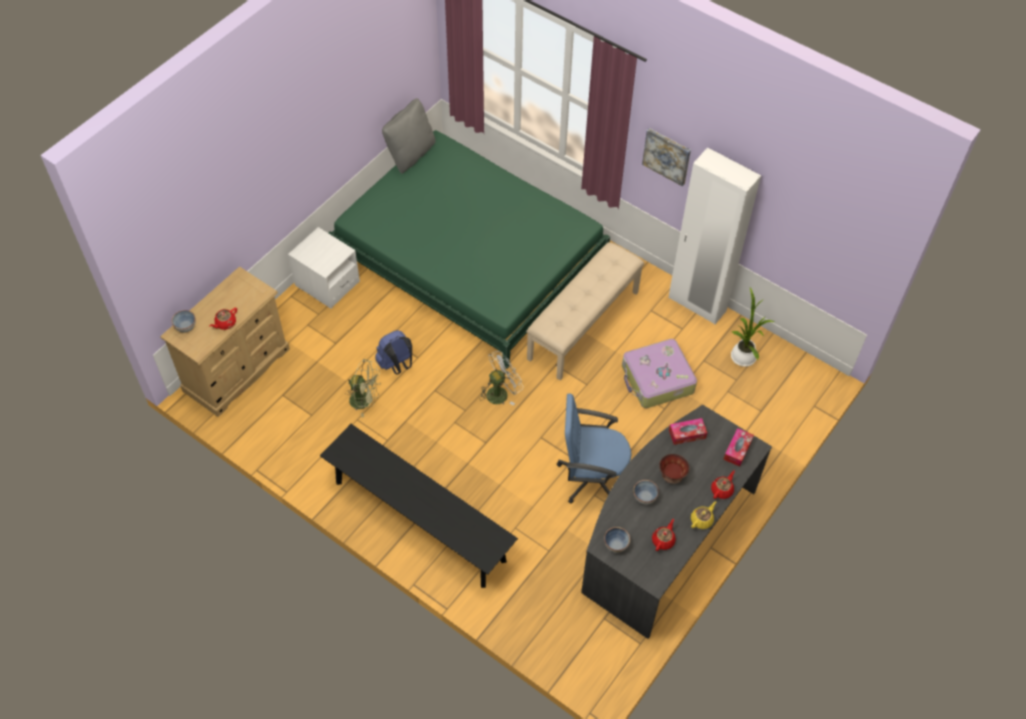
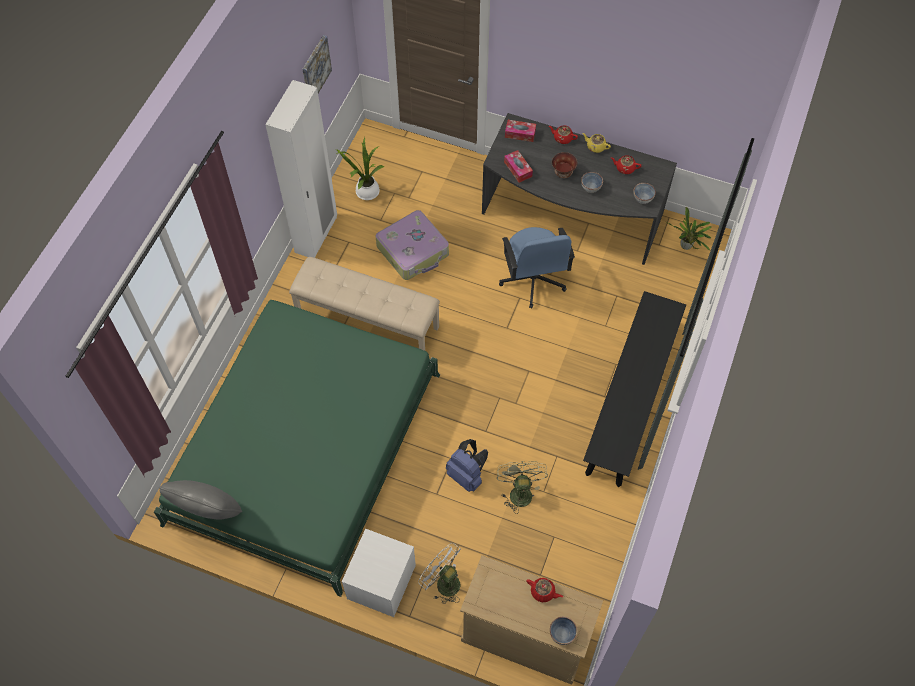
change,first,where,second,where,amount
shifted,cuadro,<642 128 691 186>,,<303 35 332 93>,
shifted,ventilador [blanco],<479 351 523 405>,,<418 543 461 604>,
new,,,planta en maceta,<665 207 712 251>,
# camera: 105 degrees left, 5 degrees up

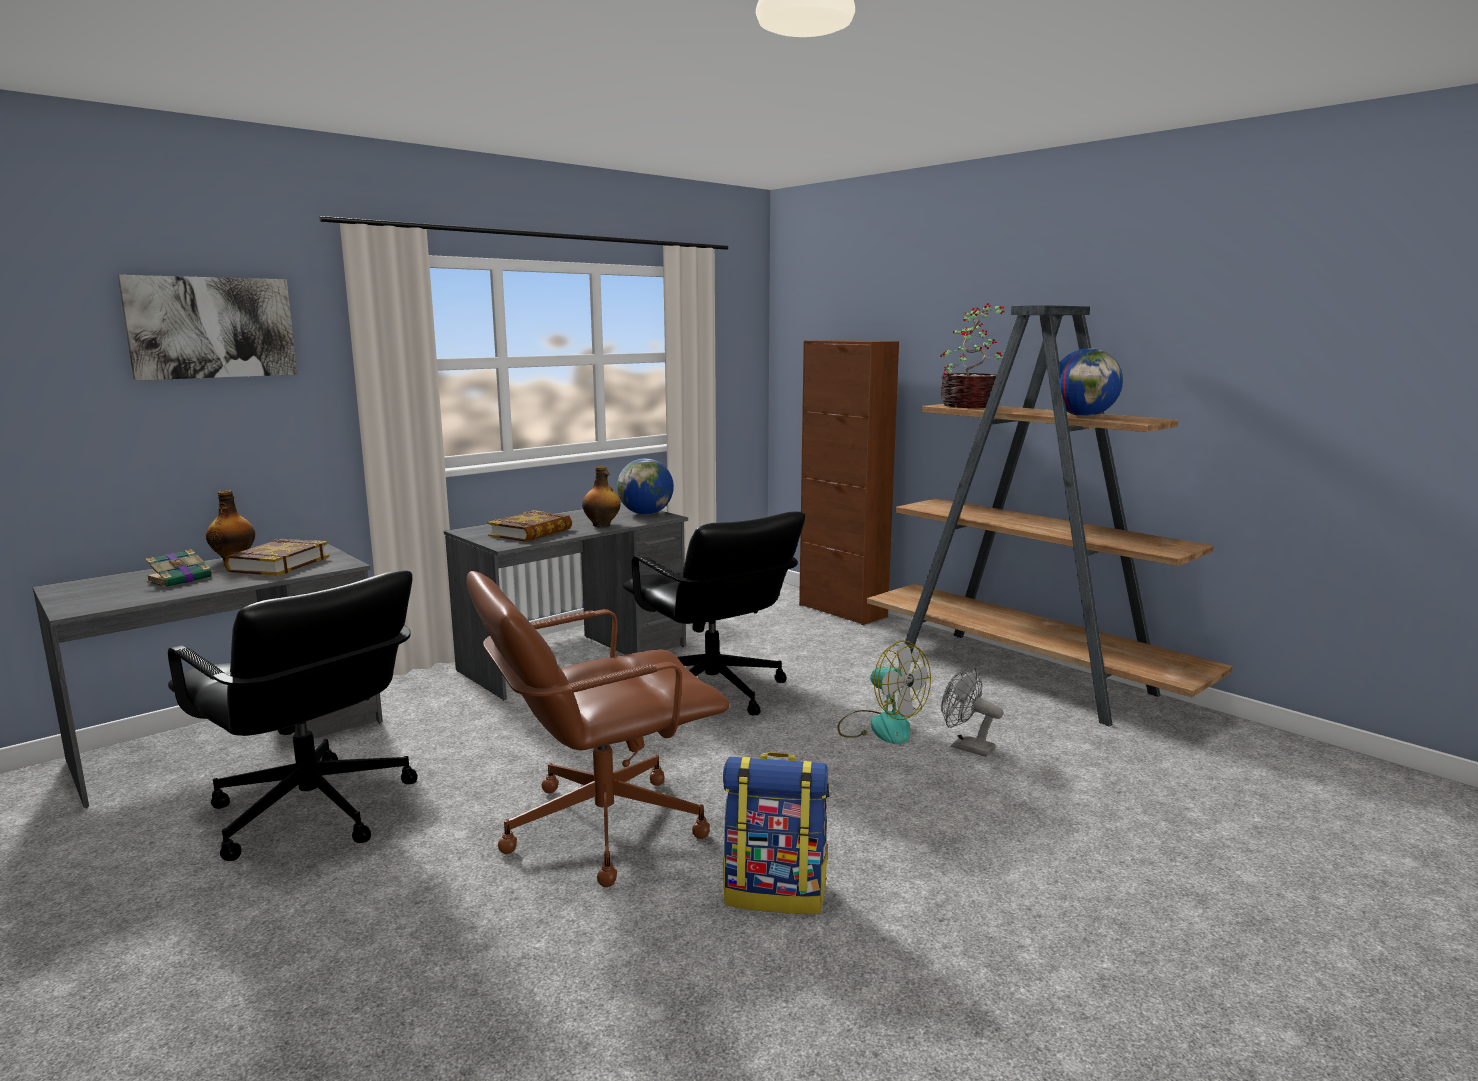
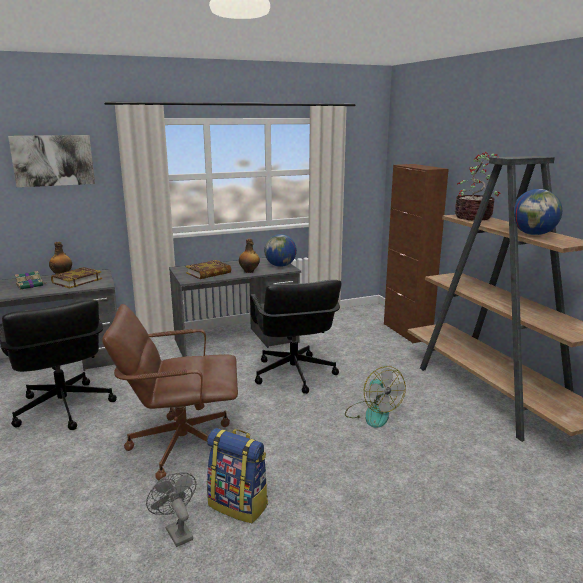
change,first,where,second,where,amount
shifted,ventilador [gris],<941 667 1003 757>,,<146 472 196 547>,
# camera: 20 degrees right, 5 degrees up

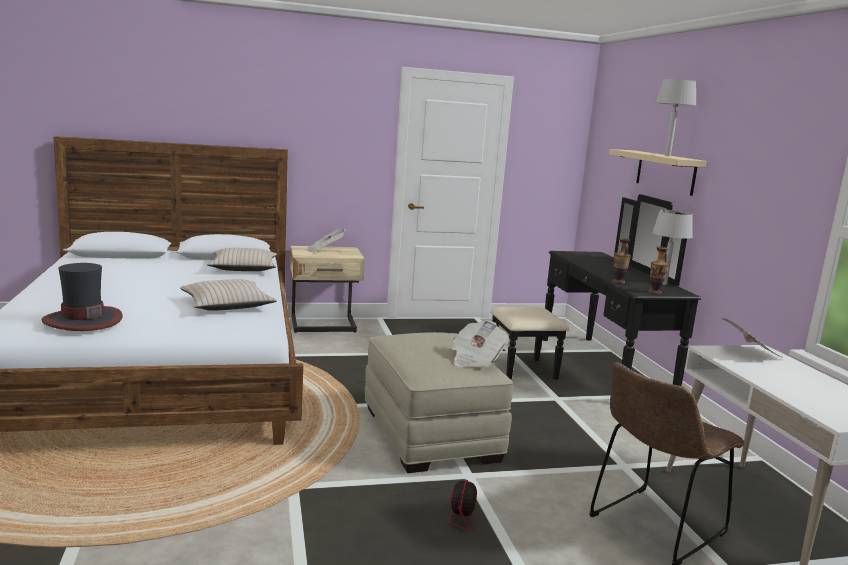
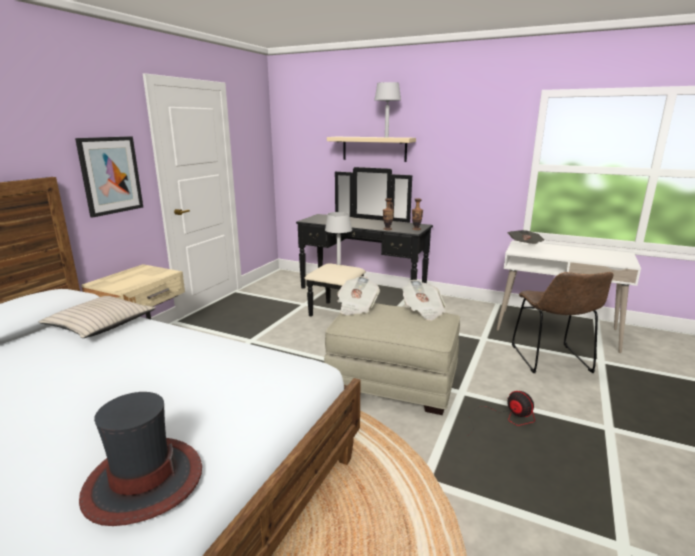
change,first,where,second,where,amount
new,,,cuadro,<75 136 143 218>,
shifted,lámpara de mesa [gris],<652 210 693 285>,,<325 212 352 265>,
shifted,periódico,<304 229 346 252>,,<337 276 380 315>,
gone,cojín [beis],<180 279 277 311>,,,
# camera: 50 degrees left, 5 degrees up

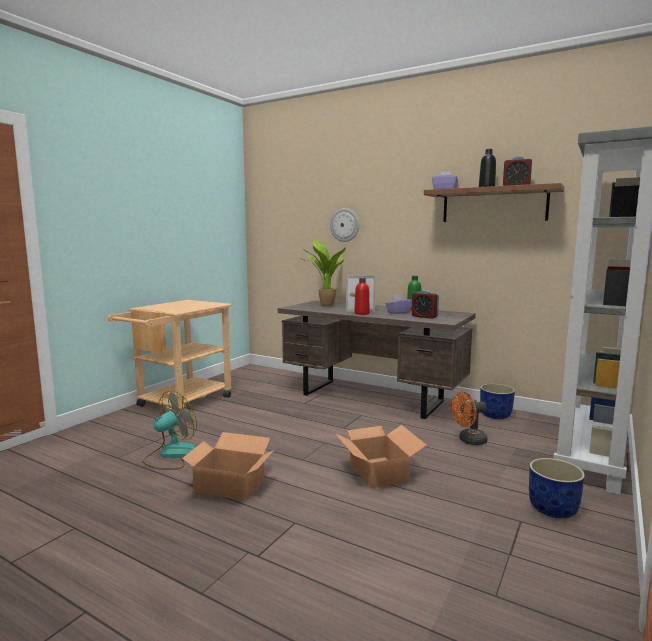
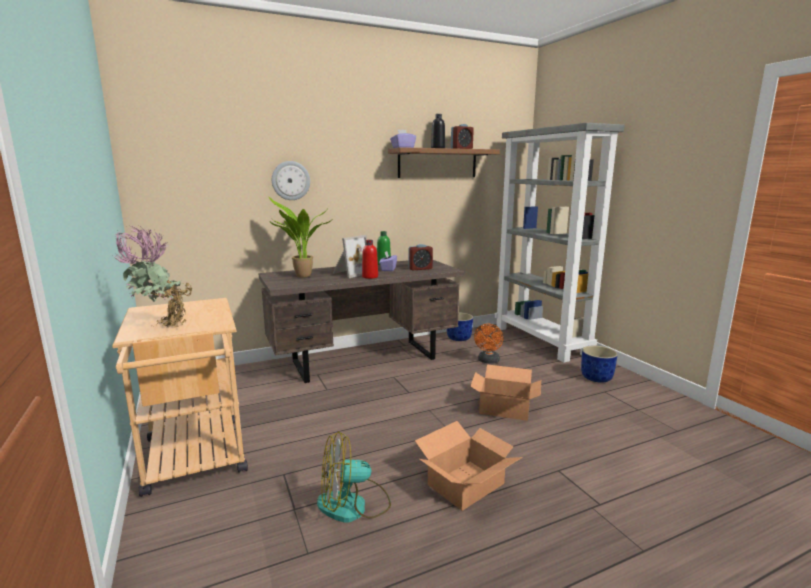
change,first,where,second,where,amount
new,,,planta en maceta,<112 225 192 328>,
rotated,ventilador,<142 391 197 470>,,<317 432 391 523>,90 degrees counterclockwise
# camera: 55 degrees left, 5 degrees up

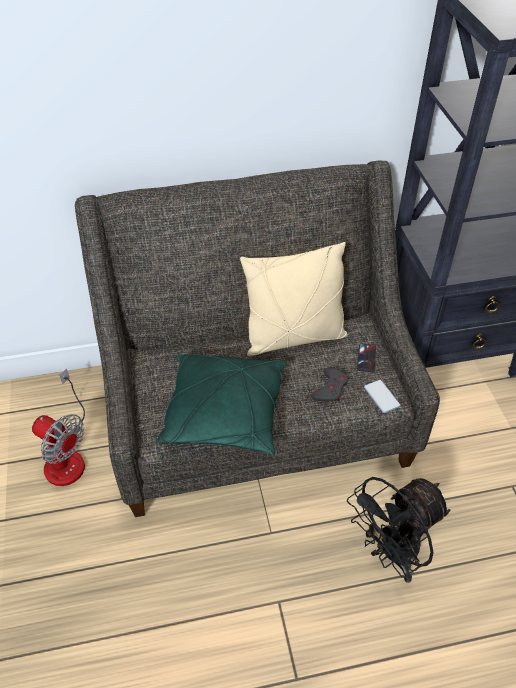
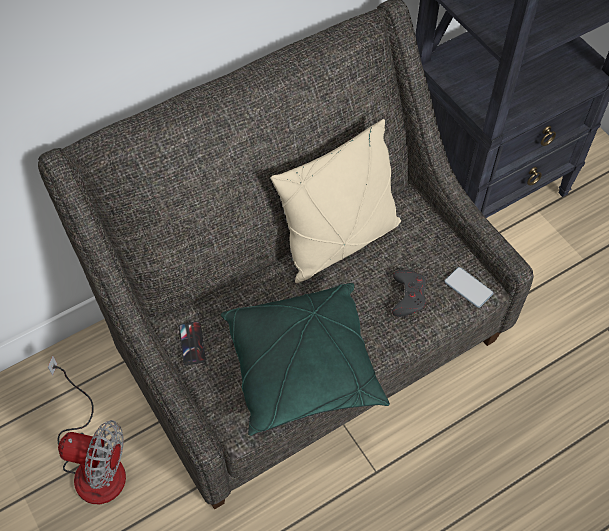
change,first,where,second,where,amount
shifted,móvil,<357 343 376 372>,,<179 321 206 365>,
gone,ventilador [negro],<347 477 451 583>,,,
# camera: 20 degrees left, 10 degrees up

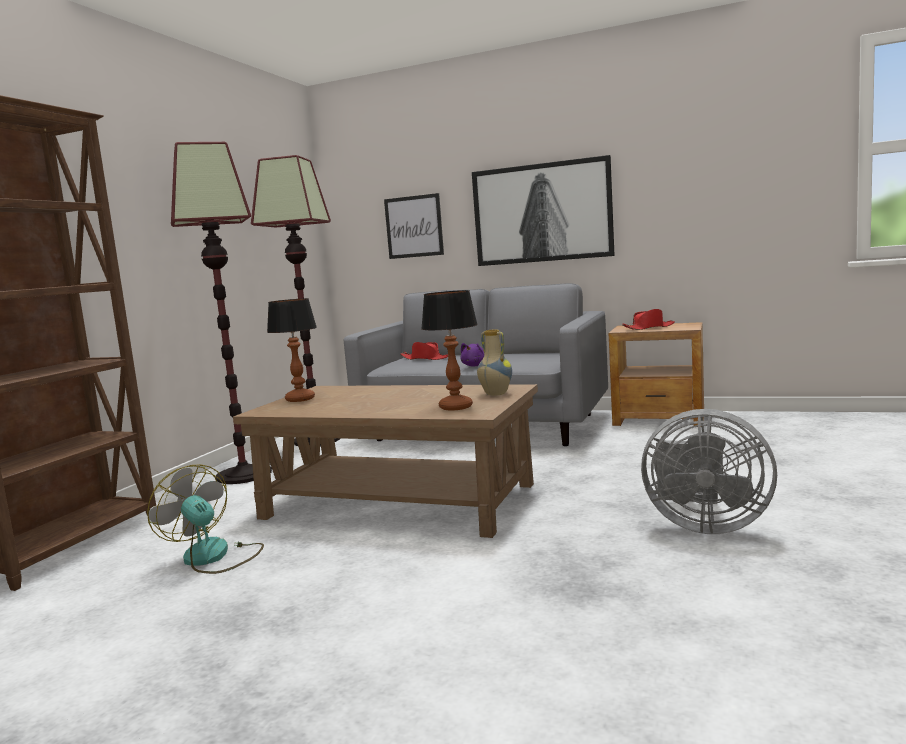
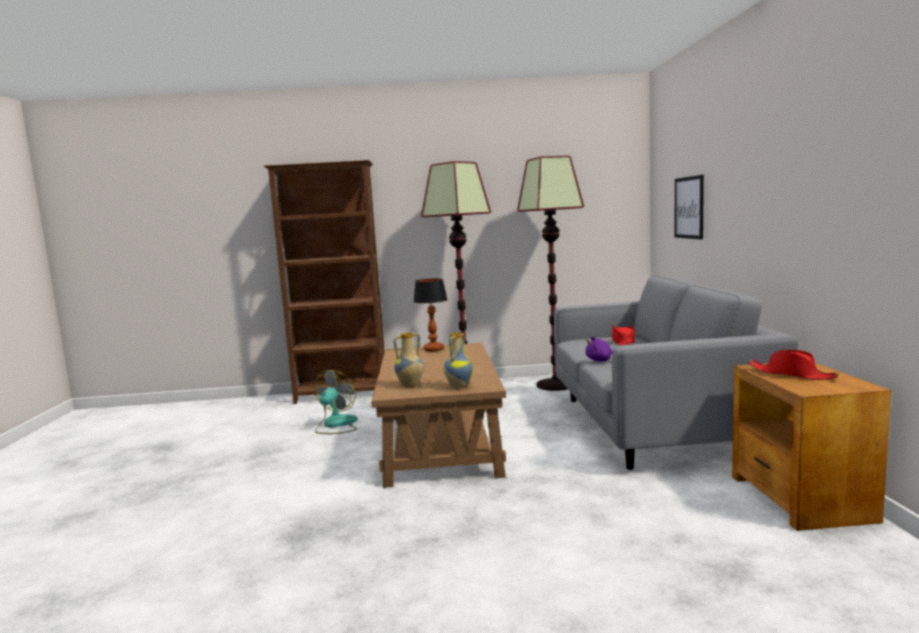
change,first,where,second,where,amount
swapped,lámpara de mesa,<421 290 478 410>,florero,<393 333 424 387>,
gone,cuadro,<472 155 615 266>,,,
gone,ventilador [gris],<641 409 777 534>,,,
# camera: 65 degrees right, 0 degrees up

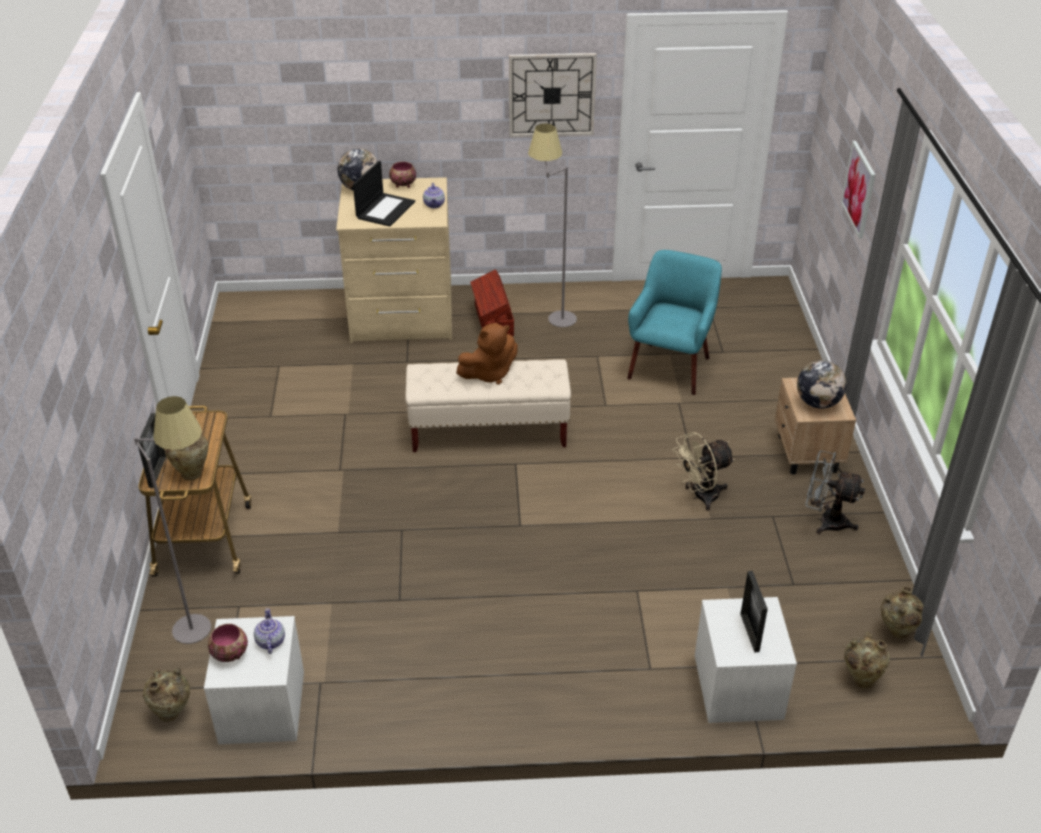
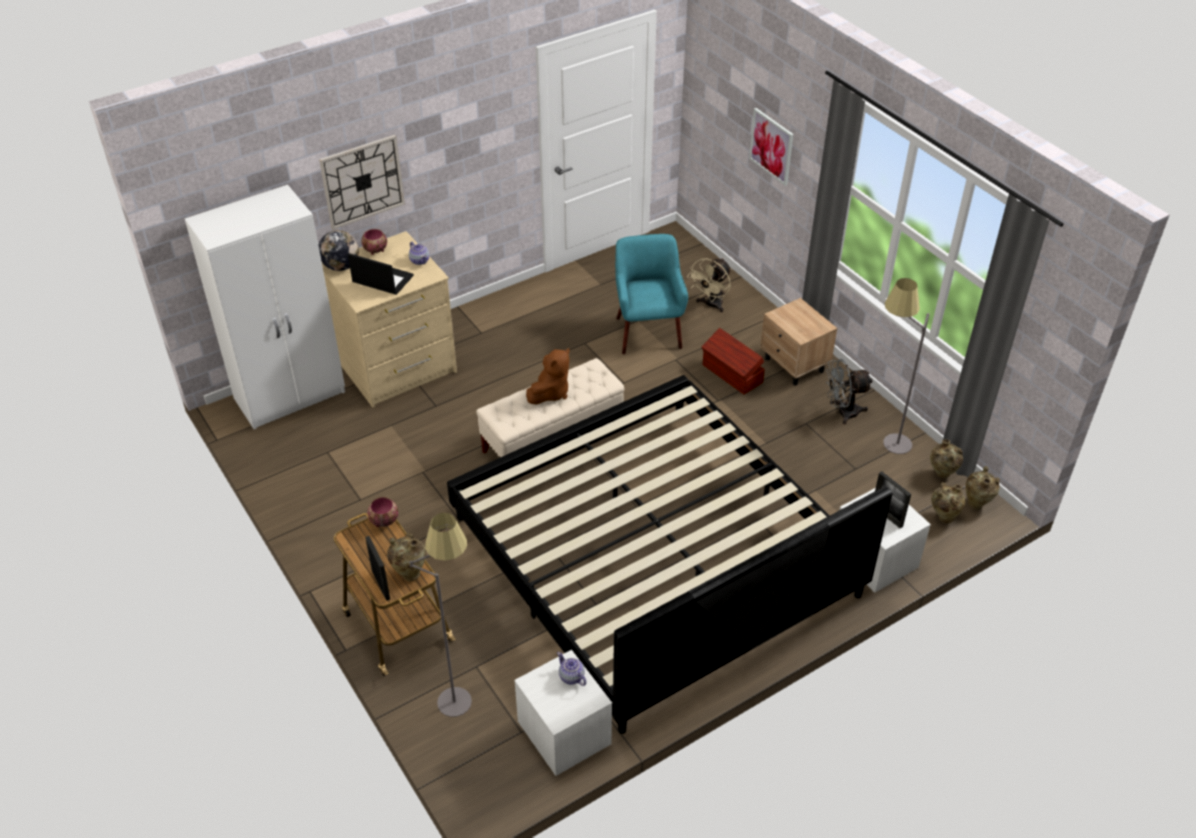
change,first,where,second,where,amount
new,,,armario ropero [blanco],<185 185 345 429>,
shifted,reloj de pared,<509 53 597 137>,,<319 135 405 230>,
rotated,portátil,<353 161 415 226>,,<348 253 414 295>,60 degrees counterclockwise
shifted,cuenco,<208 624 248 662>,,<367 497 398 527>,
new,,,cama,<447 375 893 734>,
shifted,ventilador [beis],<673 432 735 511>,,<687 258 731 312>,
shifted,caja de almacenaje [marrón],<470 269 514 336>,,<702 328 765 394>,
shifted,lámpara de pie [gris],<528 123 577 327>,,<883 278 929 454>,
shifted,florero [beis],<143 667 190 722>,,<966 466 1000 509>,
gone,globo terráqueo,<797 360 847 409>,,,
# camera: 30 degrees left, 5 degrees up

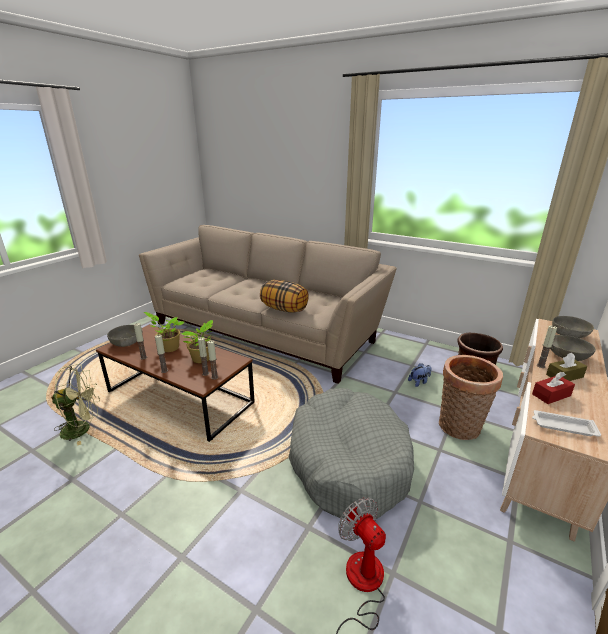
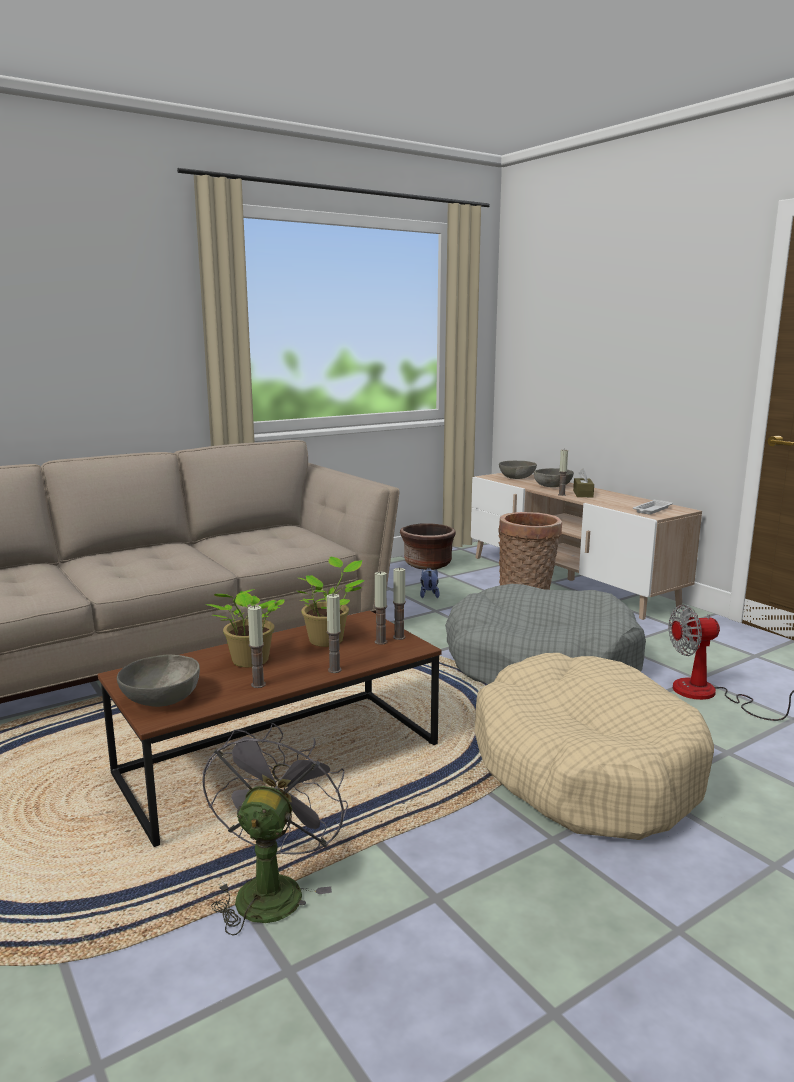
change,first,where,second,where,amount
repainted,ventilador [verde],<51 364 100 446>,ventilador [gris],<202 723 348 936>,
new,,,cama para perro [beis],<475 653 714 840>,
gone,cojín,<260 280 309 313>,,,
gone,caja de pañuelos [rojo],<532 372 575 404>,,,
# camera: 65 degrees left, 10 degrees down

